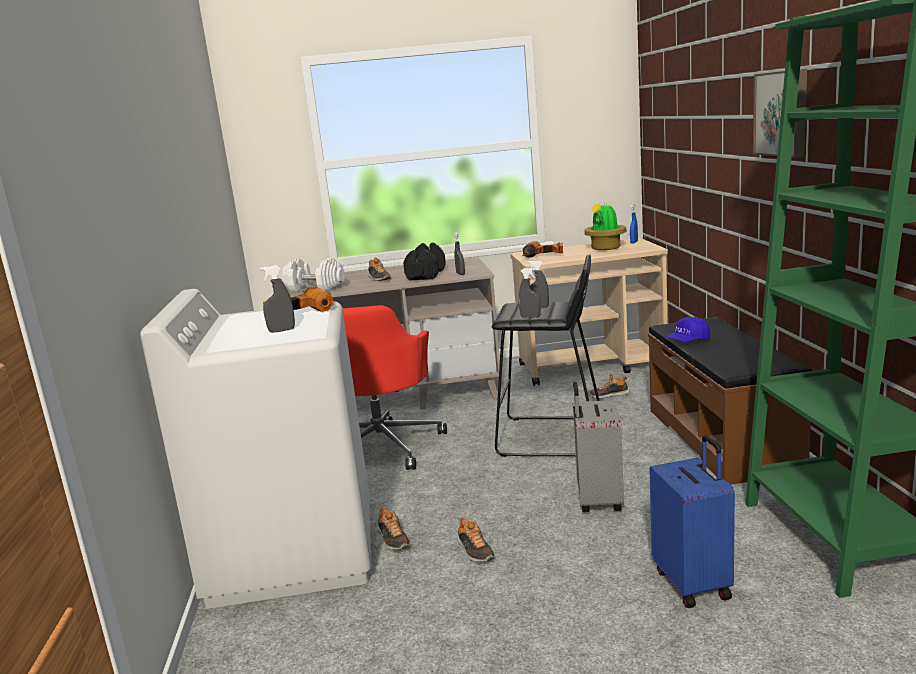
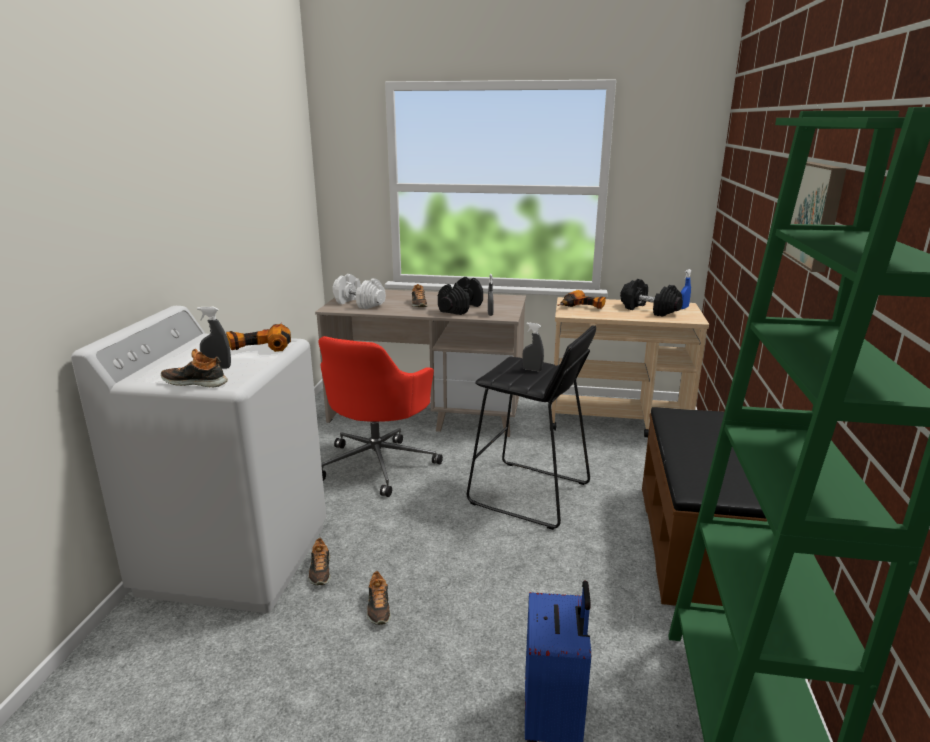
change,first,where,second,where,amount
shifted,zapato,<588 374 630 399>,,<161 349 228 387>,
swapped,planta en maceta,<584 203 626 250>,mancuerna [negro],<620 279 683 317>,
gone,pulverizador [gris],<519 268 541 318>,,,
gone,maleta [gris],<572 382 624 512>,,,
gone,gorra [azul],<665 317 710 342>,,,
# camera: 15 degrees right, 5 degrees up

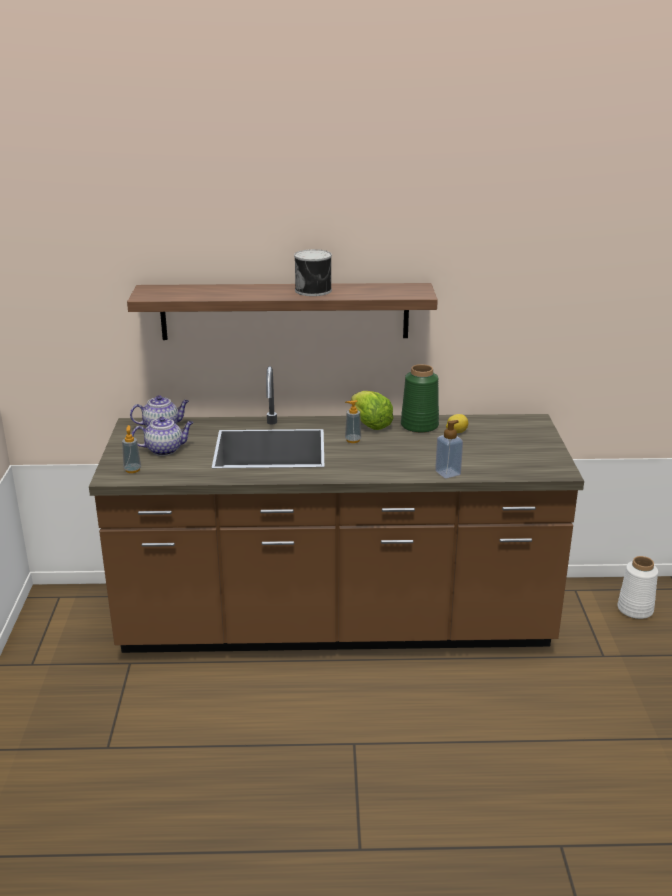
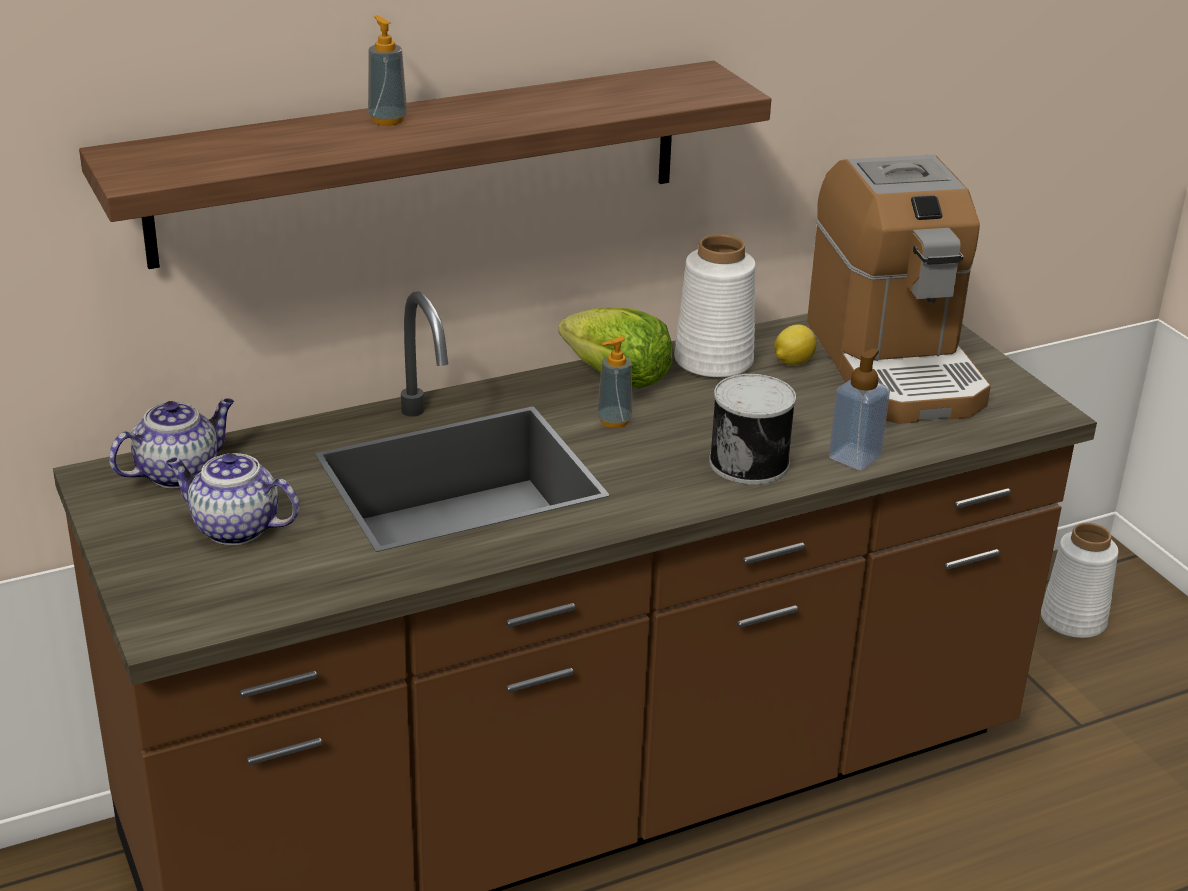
change,first,where,second,where,amount
rotated,tetera,<131 417 193 456>,,<166 453 299 545>,120 degrees counterclockwise
shifted,dispensador de jabón,<122 425 141 473>,,<368 15 407 125>,
repainted,florero [verde],<401 364 439 433>,florero [blanco],<674 234 756 378>,
shifted,lata,<294 249 332 296>,,<709 374 796 485>,
new,,,cafetera,<807 155 991 424>,
# camera: 25 degrees left, 5 degrees up

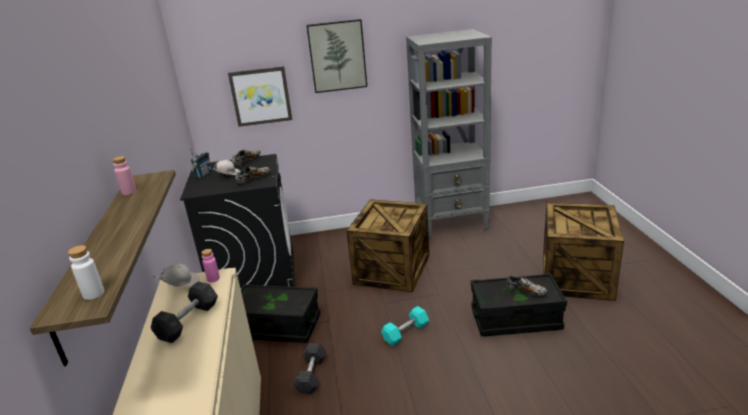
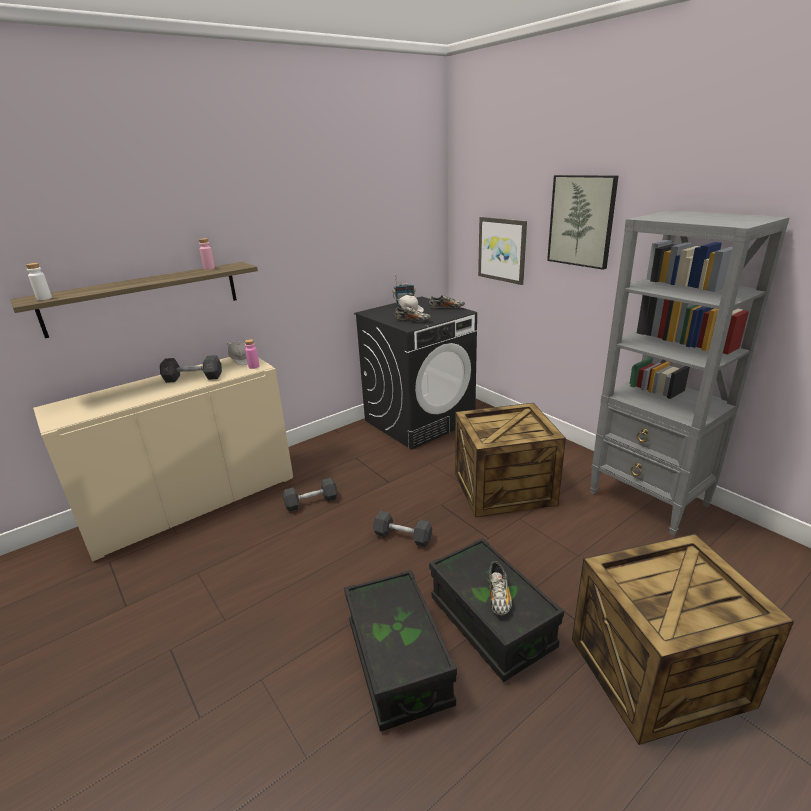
change,first,where,second,where,amount
shifted,caja de almacenaje [negro],<241 284 321 343>,,<344 570 457 732>,
repainted,mancuerna [turquesa],<381 306 429 346>,mancuerna [gris],<373 511 433 547>,
# camera: 60 degrees right, 0 degrees up

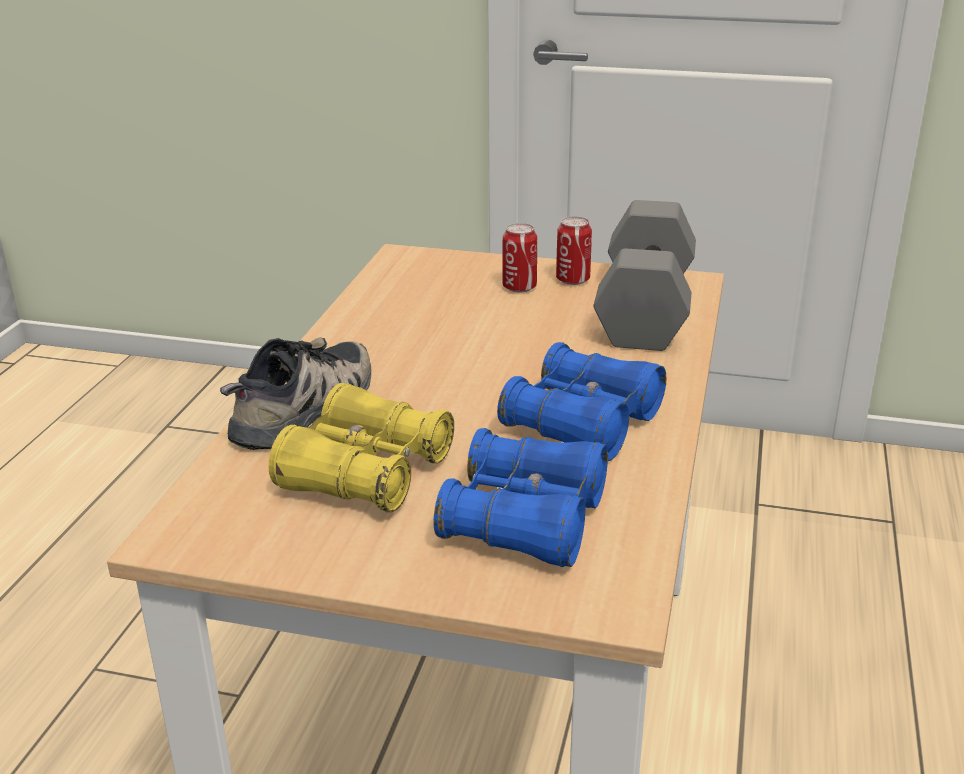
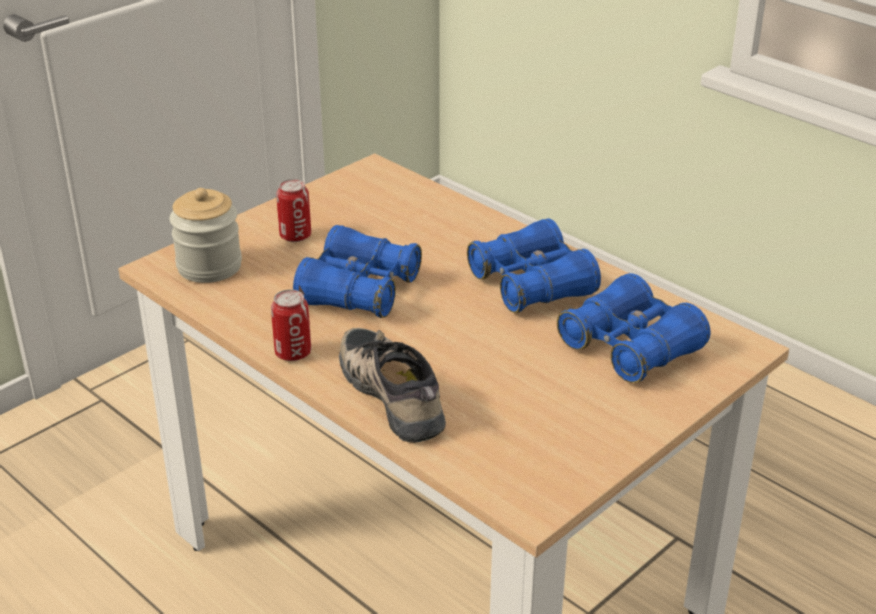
change,first,where,second,where,amount
new,,,tarro,<170 188 242 283>,
shifted,lata,<556 216 592 285>,,<271 289 311 361>,
new,,,prismáticos [azul],<293 225 422 318>,
gone,prismáticos [amarillo],<268 383 454 512>,,,
gone,mancuerna [gris],<594 200 696 351>,,,
# camera: 60 degrees left, 5 degrees up

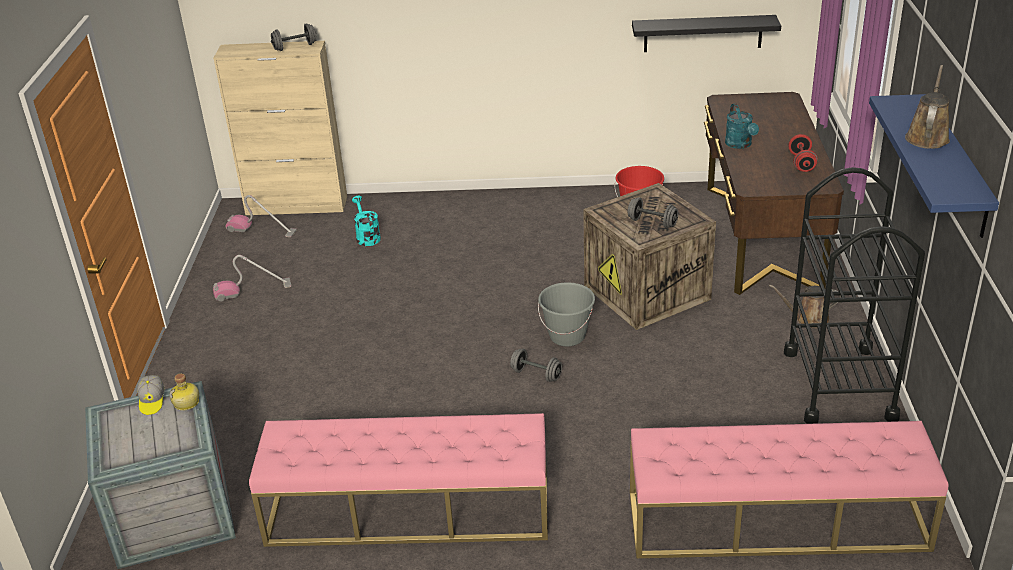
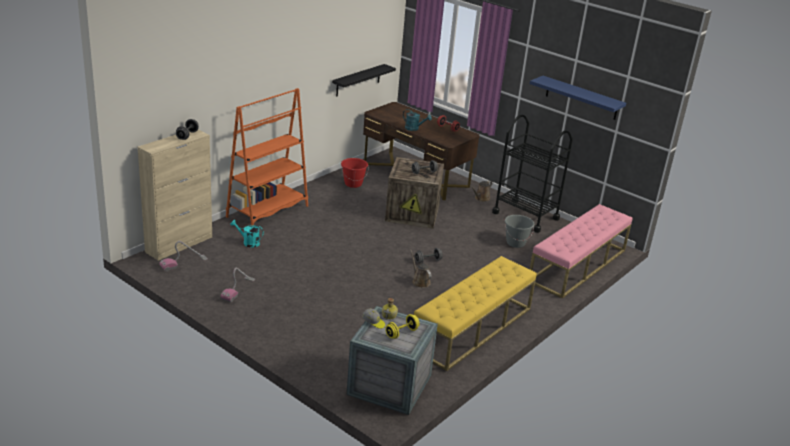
change,first,where,second,where,amount
new,,,estantería [naranja],<226 88 308 225>,
new,,,mancuerna [amarillo],<385 314 420 339>,
shifted,regadera [marrón],<905 65 950 149>,,<410 249 432 288>,
repainted,banco [rosa],<249 413 548 547>,banco [amarillo],<414 256 537 371>,
shifted,cubo [gris],<538 282 595 347>,,<505 215 534 248>,
# camera: 55 degrees left, 5 degrees down

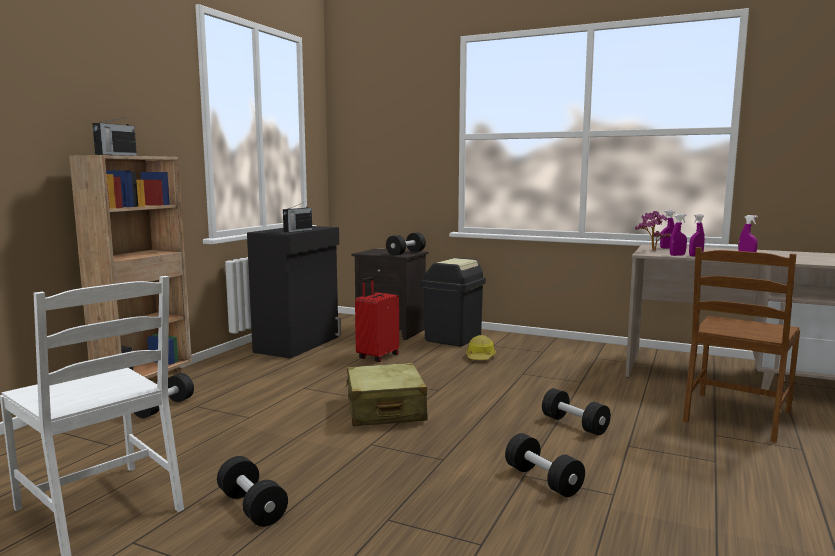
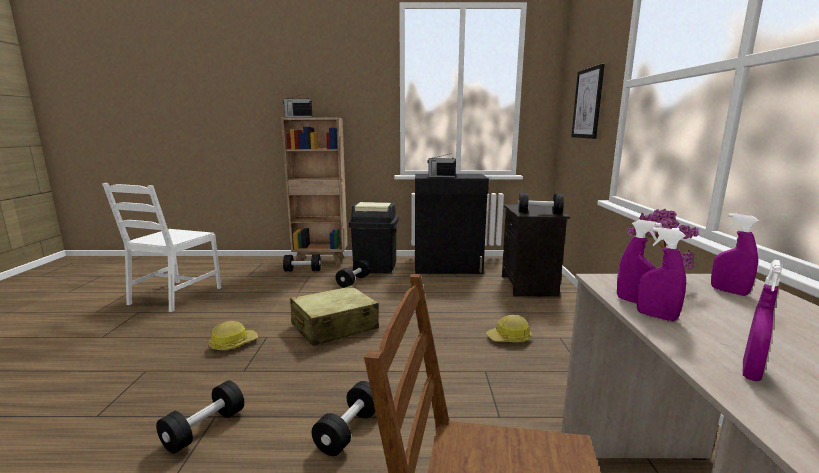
change,first,where,second,where,amount
new,,,casco,<209 321 258 351>,
shifted,mancuerna [negro],<217 456 288 527>,,<336 260 371 288>,
shifted,papelera [negro],<421 258 486 346>,,<349 202 399 273>,
new,,,cuadro,<571 64 605 139>,
gone,maleta [rojo],<355 277 399 362>,,,
# camera: 65 degrees right, 5 degrees up

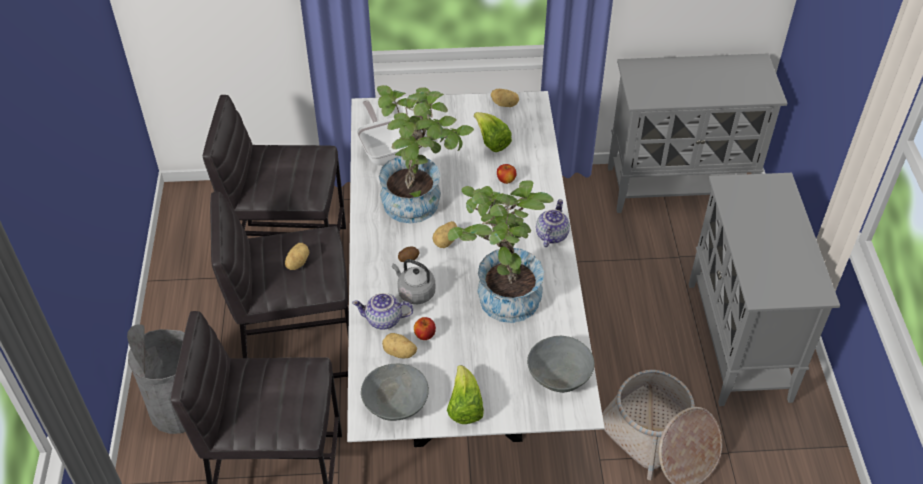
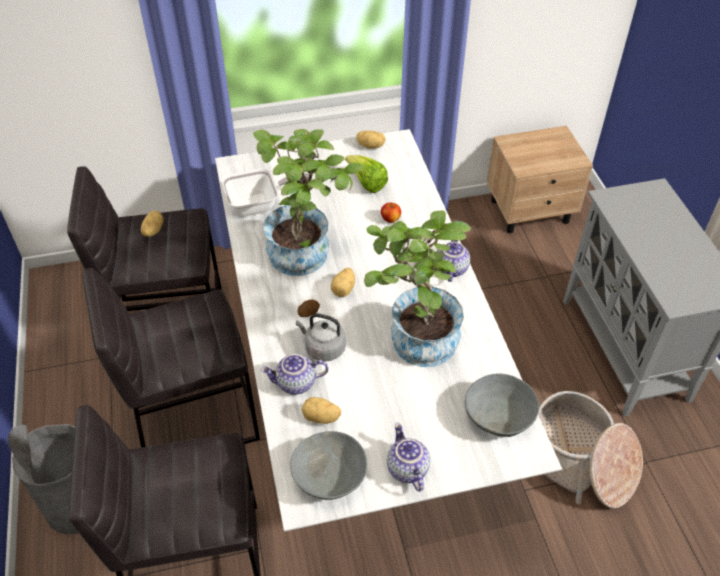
change,first,where,second,where,amount
shifted,patata,<285 243 309 270>,,<141 210 163 237>,
rotated,sartén,<356 100 408 166>,,<222 168 309 216>,105 degrees clockwise
swapped,lechuga,<447 365 484 424>,tetera,<387 423 430 492>,
swapped,armario [gris],<608 54 788 213>,mesita de noche [beis],<487 126 593 234>,
gone,manzana,<414 317 436 340>,,,
# camera: 10 degrees left, 0 degrees up

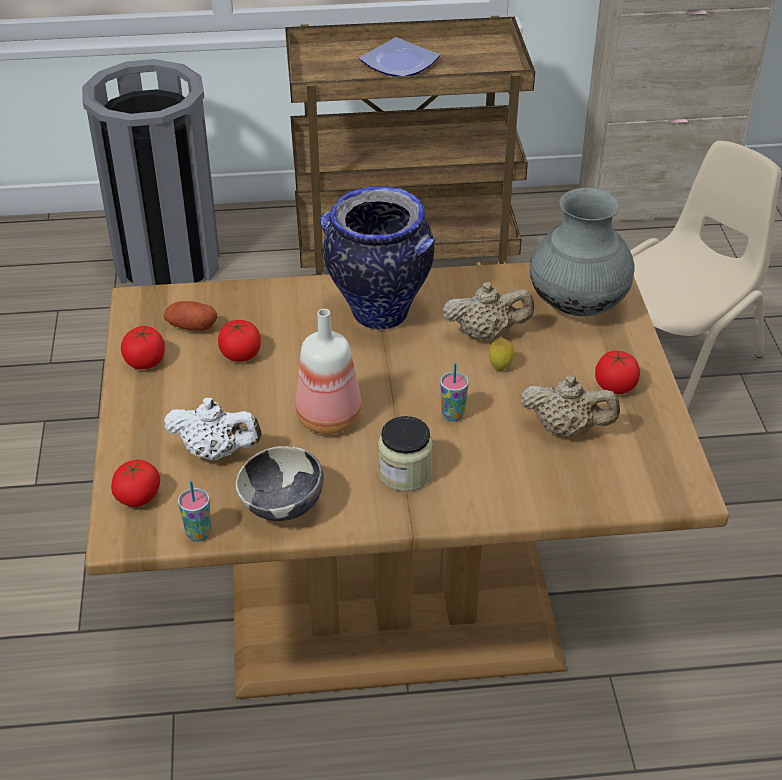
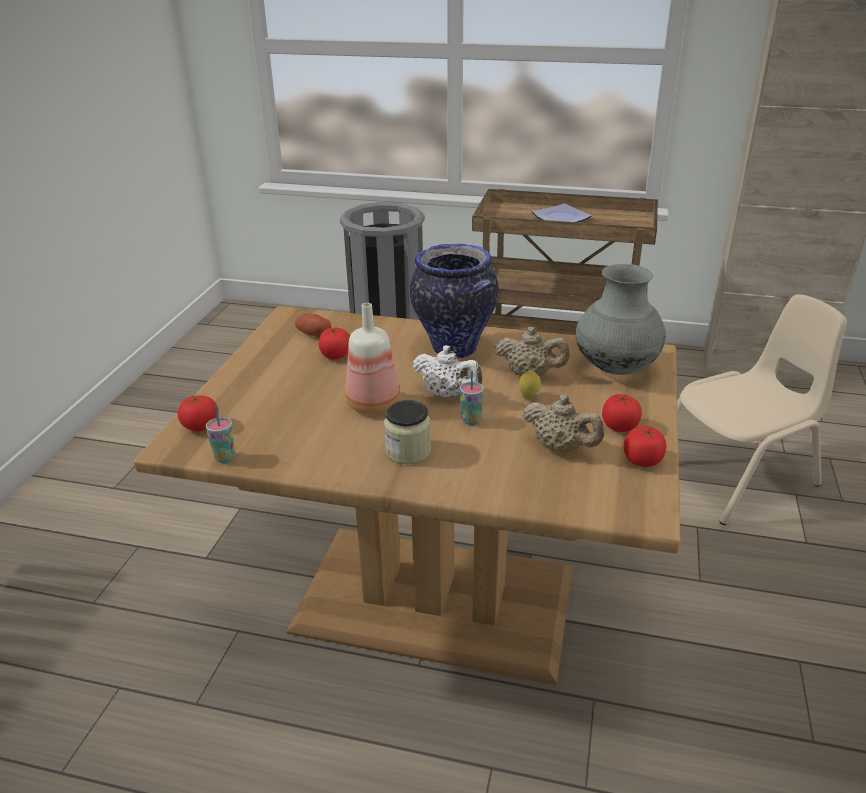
change,first,where,second,where,amount
shifted,tetera [blanco],<164 398 262 461>,,<412 345 482 398>,
shifted,tomate,<121 326 165 369>,,<623 426 666 467>,
gone,cuenco,<236 446 324 521>,,,
# camera: 20 degrees right, 10 degrees down

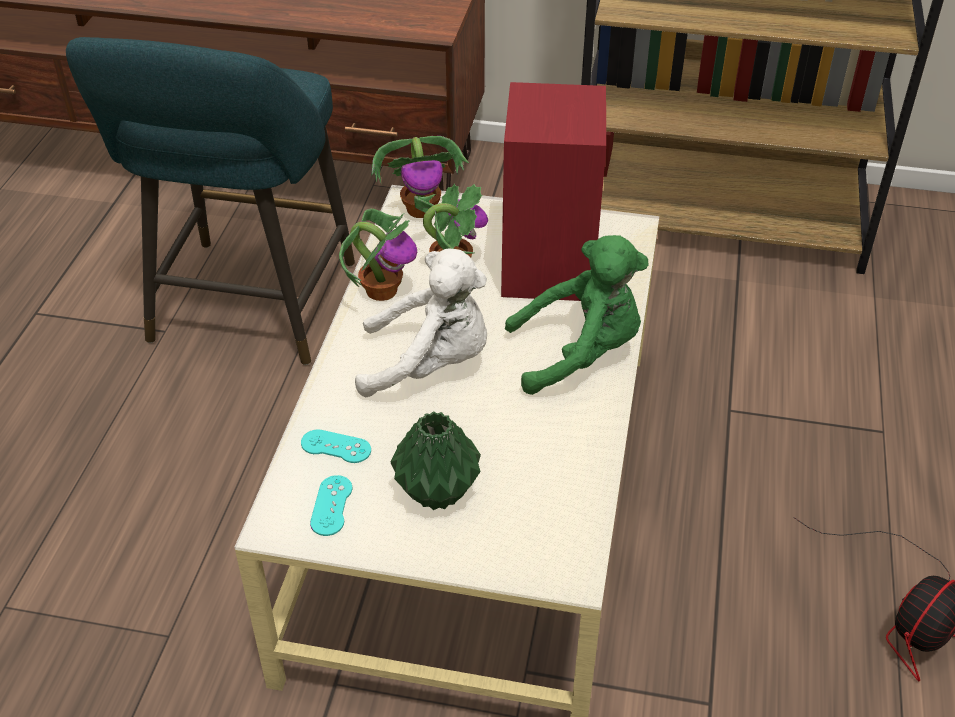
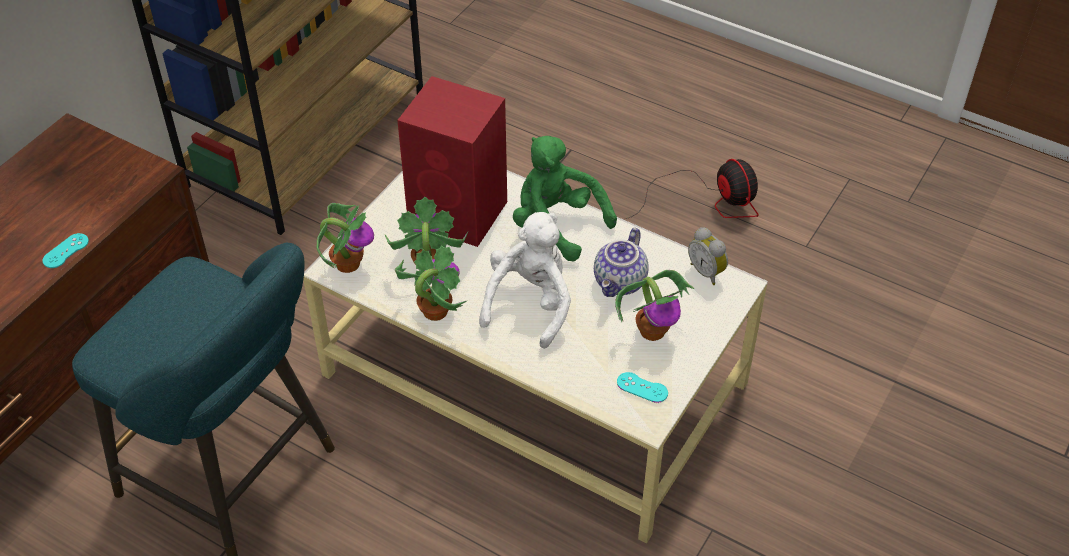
change,first,where,second,where,amount
shifted,mando de consola [turquesa],<301 429 371 463>,,<42 233 89 268>,
rotated,peluche [verde],<505 235 648 395>,,<513 136 617 262>,60 degrees counterclockwise
new,,,tetera,<594 228 649 297>,
swapped,florero [verde],<391 411 481 510>,planta en maceta,<615 270 694 341>,
new,,,despertador,<688 227 728 285>,
# camera: 70 degrees left, 5 degrees up

